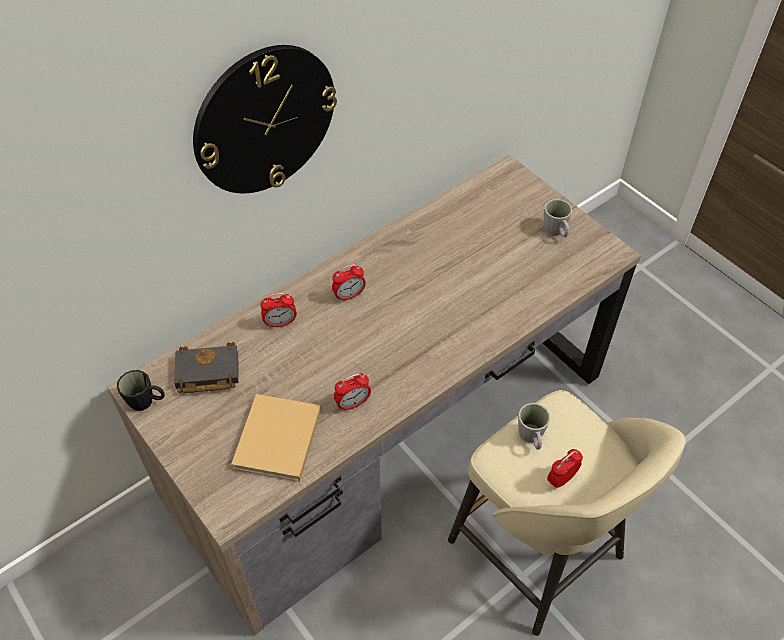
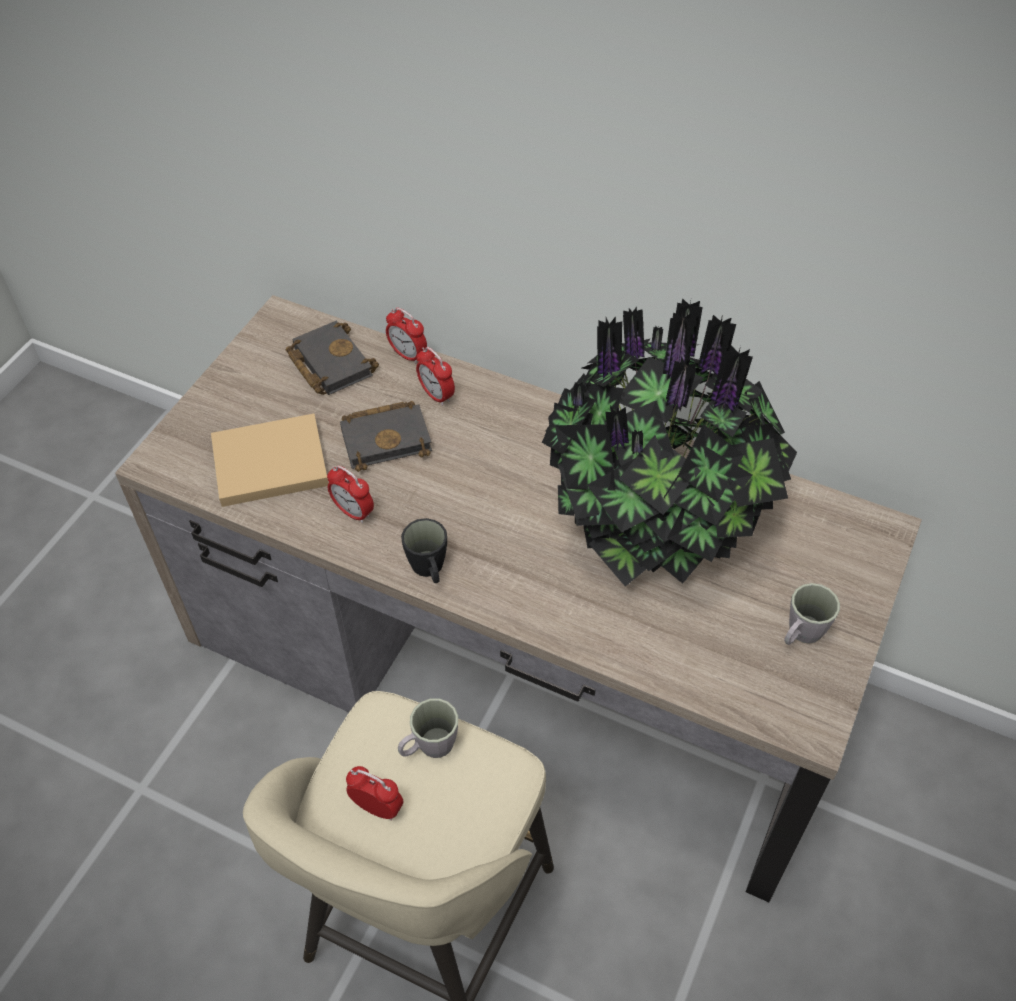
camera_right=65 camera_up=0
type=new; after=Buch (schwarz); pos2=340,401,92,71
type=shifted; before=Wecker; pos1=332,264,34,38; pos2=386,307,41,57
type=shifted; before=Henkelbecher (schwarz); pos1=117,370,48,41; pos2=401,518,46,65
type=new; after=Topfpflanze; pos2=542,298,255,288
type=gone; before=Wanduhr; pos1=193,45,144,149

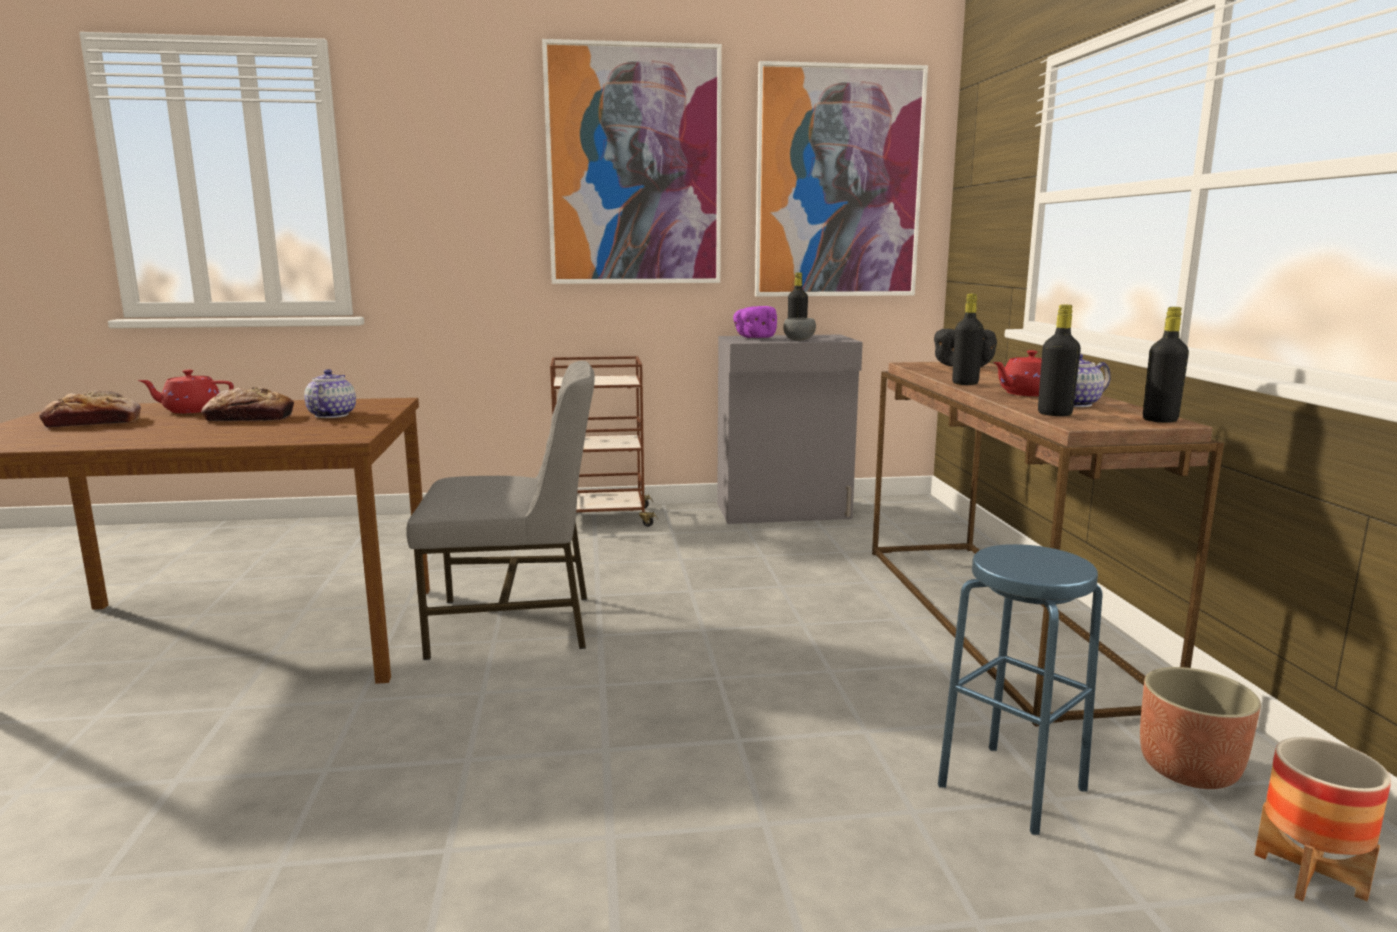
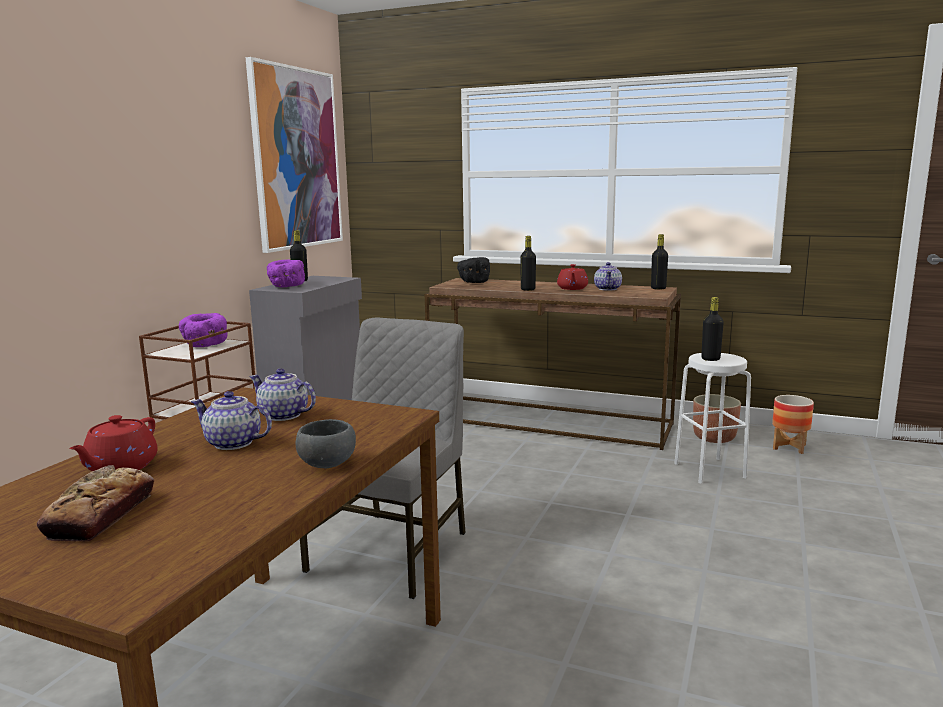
camera_right=-60 camera_up=0
type=new; after=Schüssel (lila); pos2=179,313,49,34
type=swapped; before=Brot; after=Teekanne; pos1=201,387,93,34; pos2=191,391,81,59
type=shifted; before=Schüssel (grau); pos1=783,318,33,23; pos2=296,419,60,49
type=repainted; before=Hocker (blau); after=Hocker (weiß); pos1=938,544,164,291; pos2=674,353,77,131
type=shifted; before=Flasche (schwarz); pos1=1038,305,43,111; pos2=701,297,23,64
type=gone; before=Bild; pos1=542,39,180,245

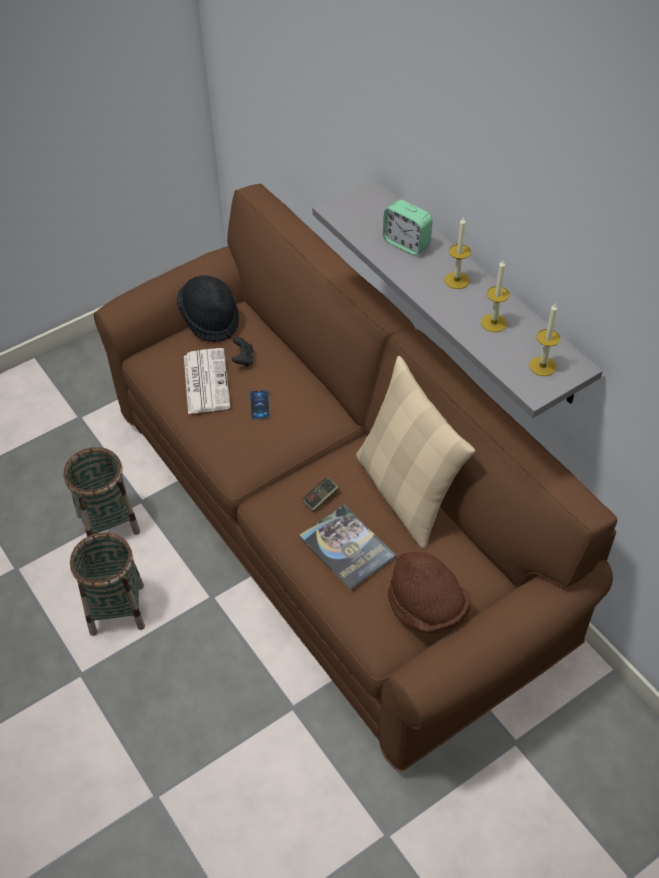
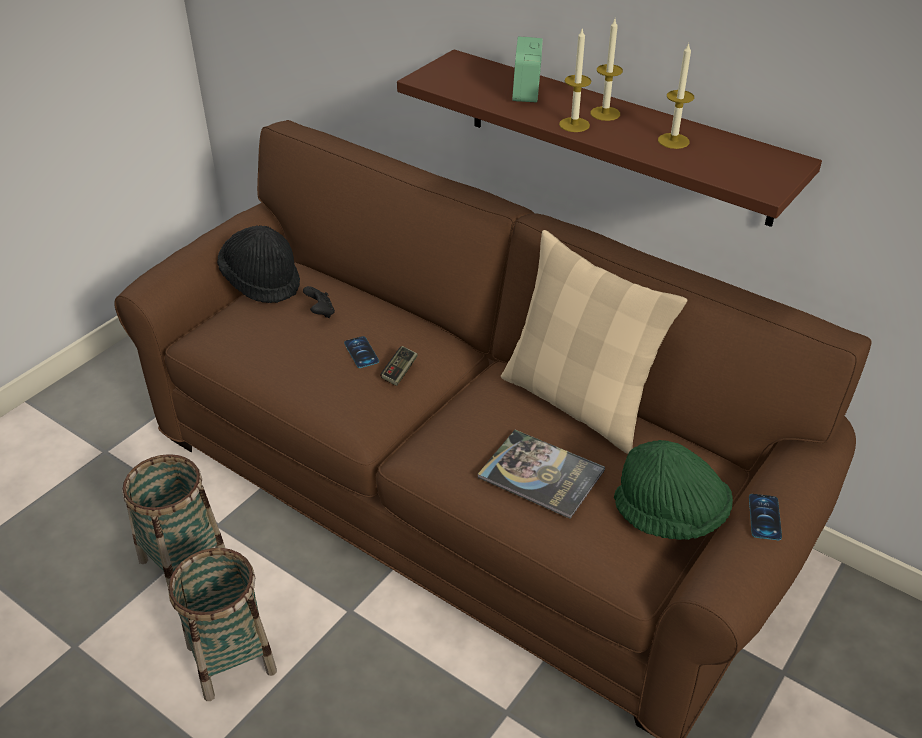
camera_right=-20 camera_up=-10
type=shifted; before=Gamepad; pos1=302,477,37,35; pos2=381,346,37,40
type=repainted; before=Wandregal (grau); after=Wandregal (braun); pos1=312,179,291,239; pos2=397,49,425,178
type=rotated; before=Wecker; pos1=383,199,50,56; pos2=512,37,31,65; turn=75
type=shifted; before=Kerze; pos1=529,304,31,72; pos2=559,27,33,105
type=repainted; before=Hut (braun); after=Hut (grün); pos1=388,552,83,82; pos2=614,440,119,100
type=new; after=Handy; pos2=749,494,33,46
type=gone; before=Zeitung; pos1=184,348,47,66

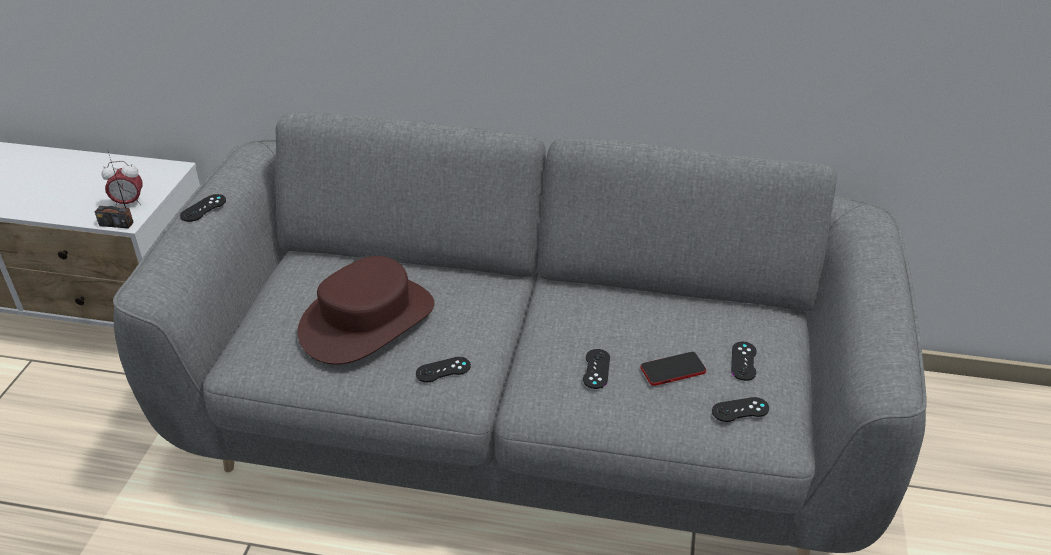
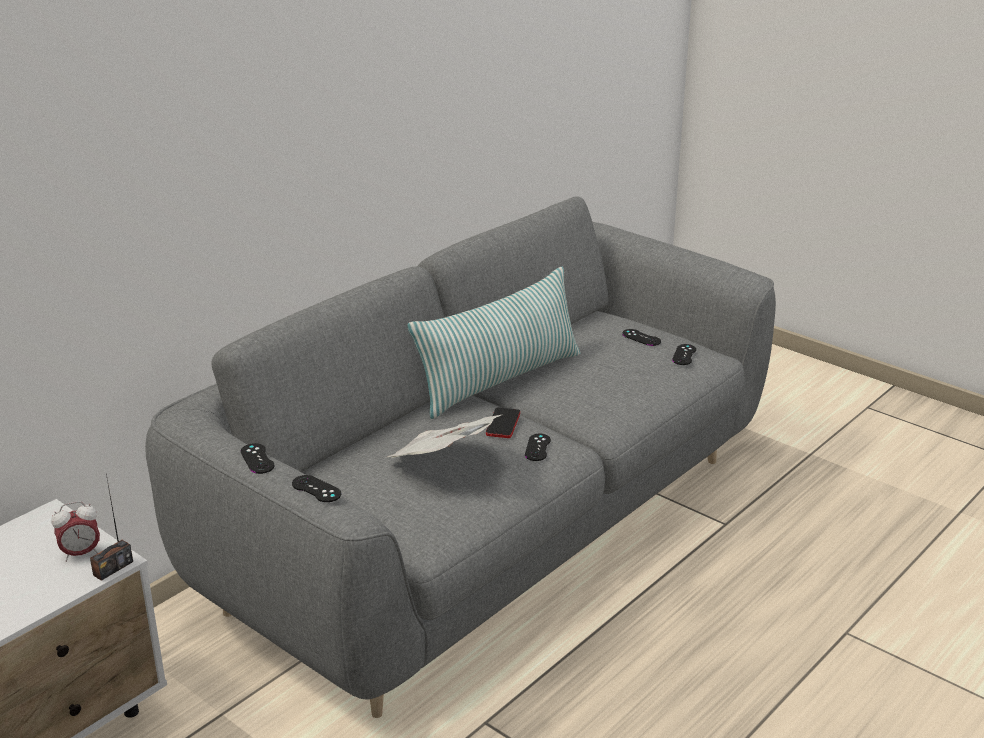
camera_right=-60 camera_up=-10
type=rotated; before=Wecker; pos1=102,161,41,46; pos2=51,501,49,61; turn=45
type=shifted; before=Gamepad (schwarz); pos1=583,349,27,40; pos2=292,475,49,27
type=swapped; before=Hut (braun); after=Zeitung; pos1=297,256,137,109; pos2=386,415,115,43
type=new; after=Kissen; pos2=408,267,173,152
type=shifted; before=Handy; pos1=640,352,66,34; pos2=486,407,34,31

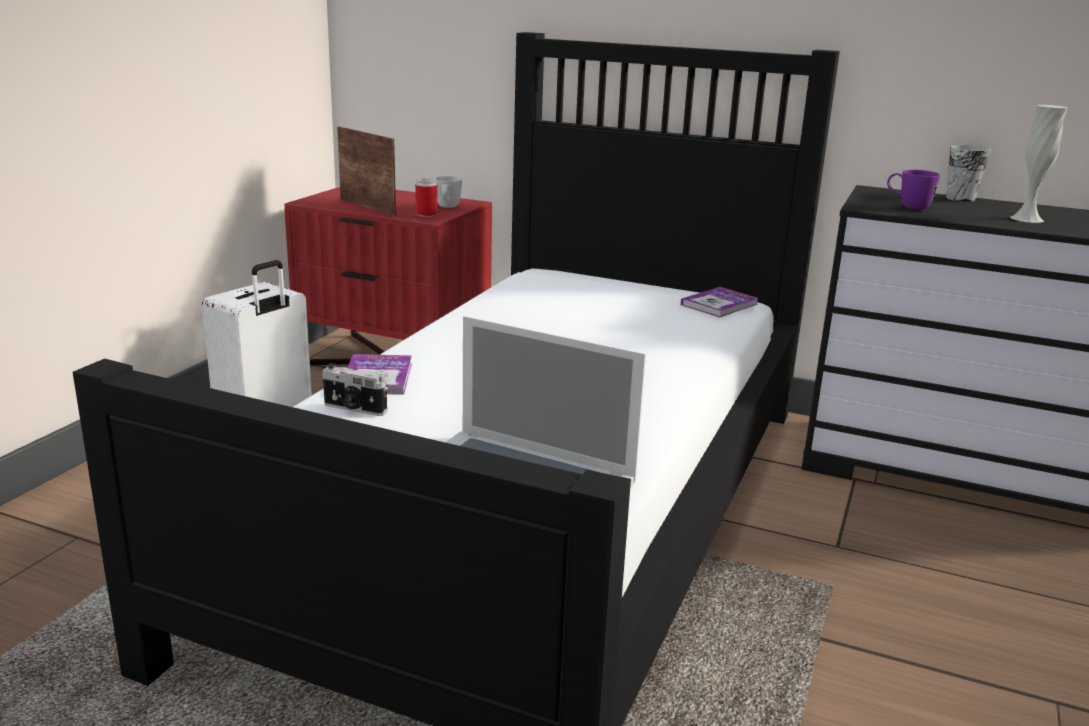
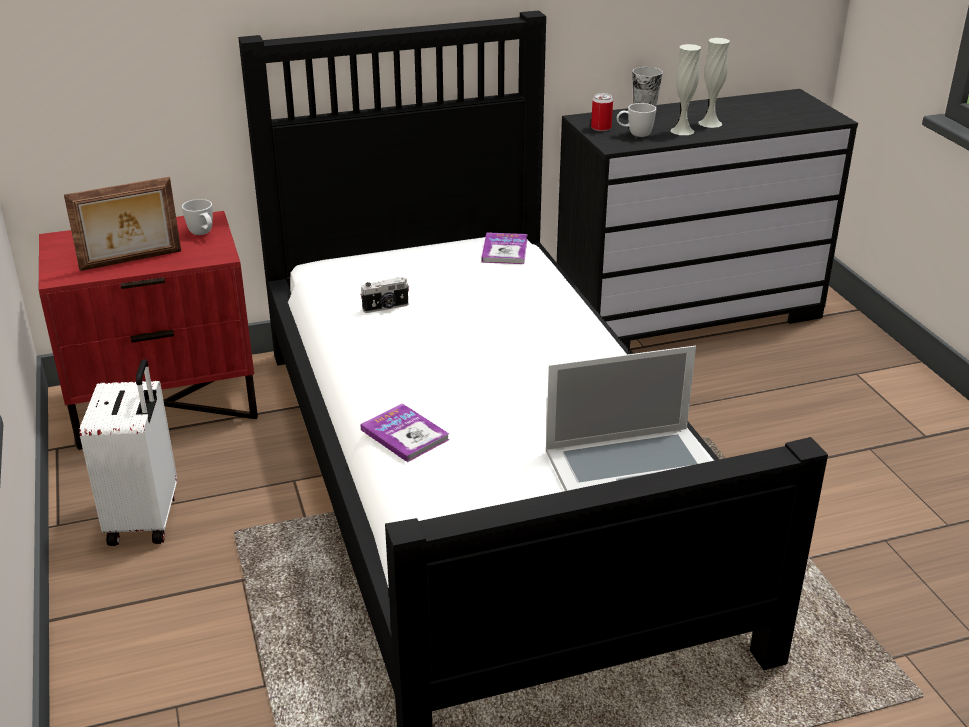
camera_right=-40 camera_up=10
type=rotated; before=Bilderrahmen; pos1=337,126,59,90; pos2=64,177,117,94; turn=150
type=shifted; before=Kamera; pos1=323,363,65,53; pos2=360,277,49,36
type=shifted; before=Dose; pos1=415,178,22,39; pos2=591,93,22,38
type=repainted; before=Henkelbecher (lila); after=Henkelbecher (weiß); pos1=887,170,53,40; pos2=617,103,39,34
type=new; after=Vase (weiß); pos2=670,44,31,91

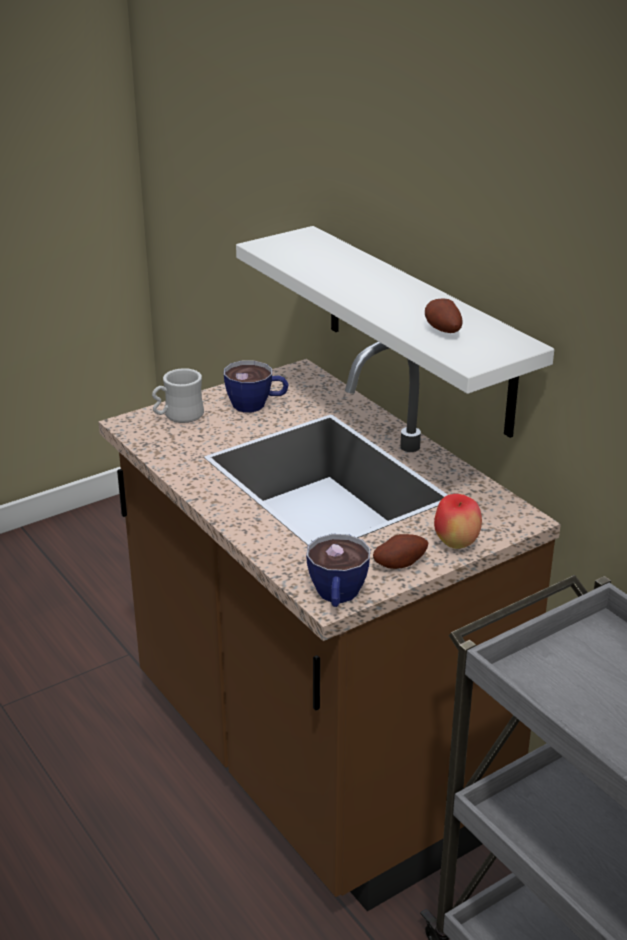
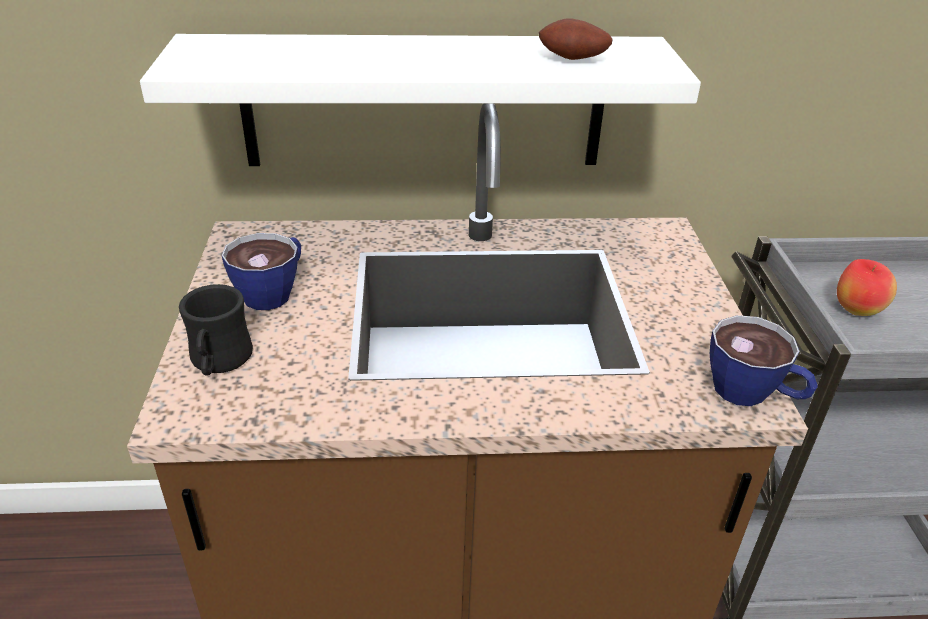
camera_right=-60 camera_up=5
type=repainted; before=Henkelbecher (weiß); after=Henkelbecher (schwarz); pos1=152,368,52,55; pos2=179,284,74,92
type=shifted; before=Apfel; pos1=434,494,48,55; pos2=837,259,60,57
type=gone; before=Kartoffel; pos1=373,534,55,35

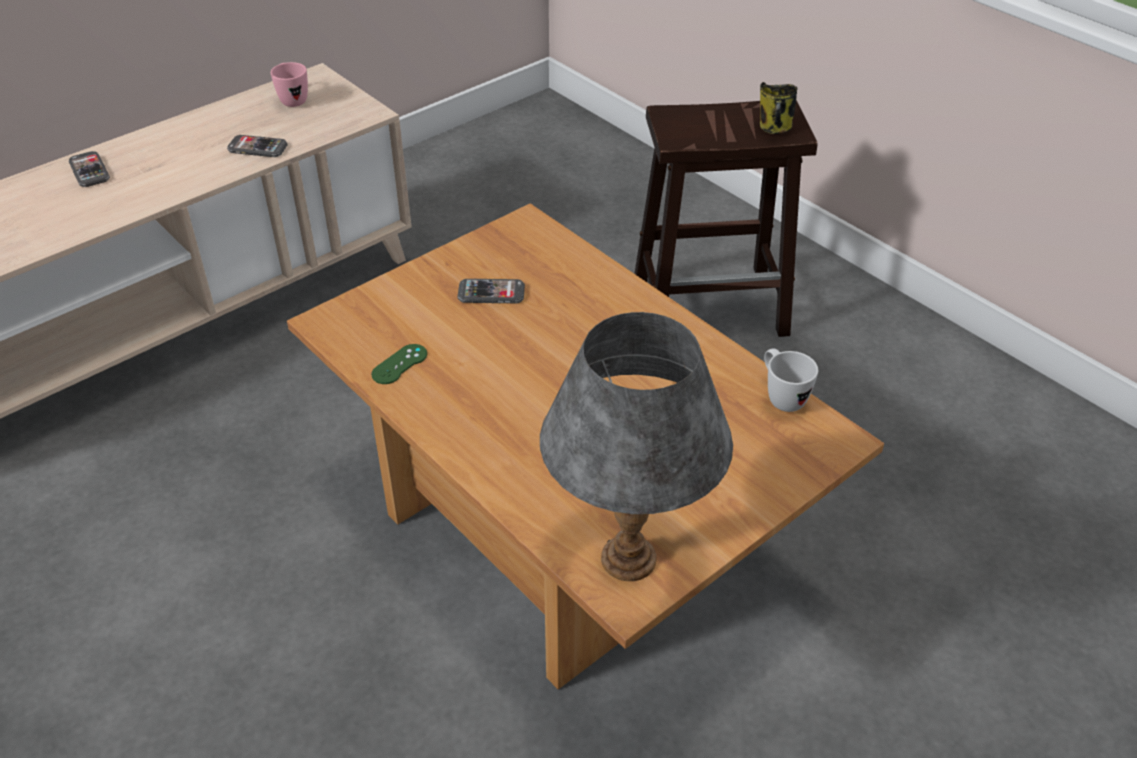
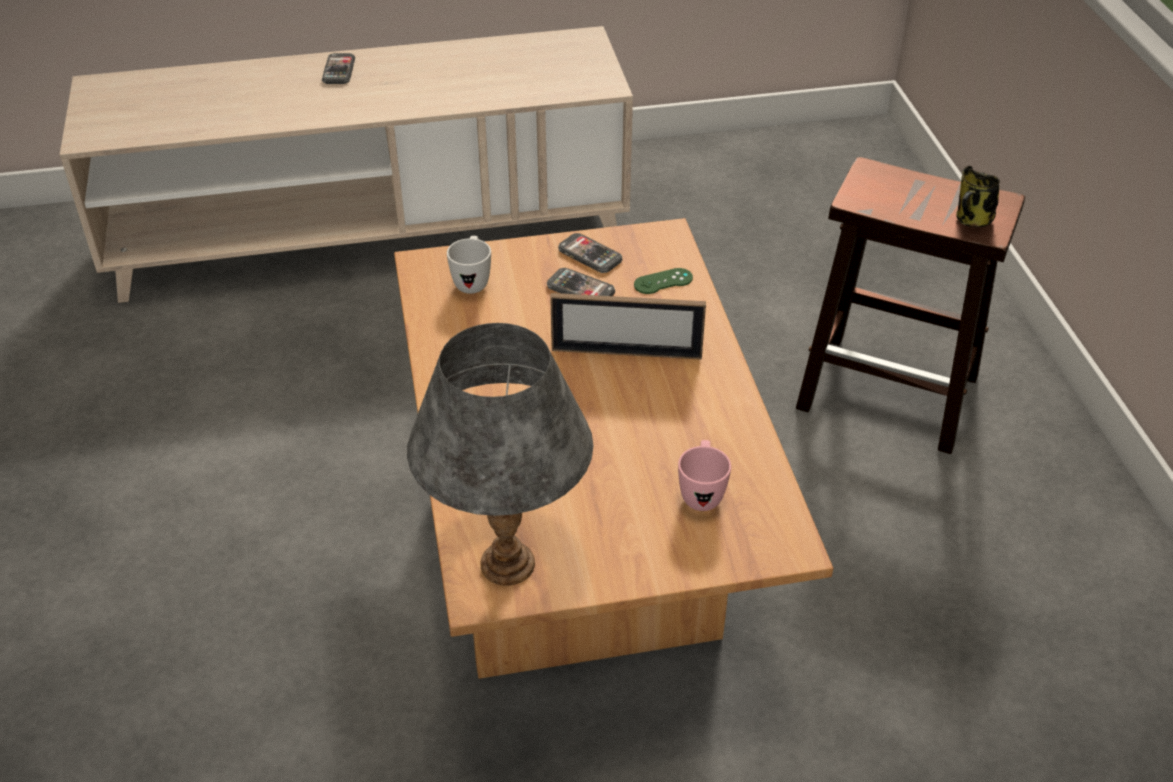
camera_right=30 camera_up=0
type=shifted; before=Henkelbecher (weiß); pos1=764,348,54,64; pos2=447,236,44,58
type=new; after=Bilderrahmen; pos2=550,293,156,67
type=shifted; before=Handy; pos1=227,135,60,22; pos2=558,233,64,40
type=shifted; before=Gamepad (grün); pos1=371,344,56,40; pos2=634,268,59,26
type=shifted; before=Henkelbecher (rosa); pos1=271,62,37,45; pos2=678,440,53,71

